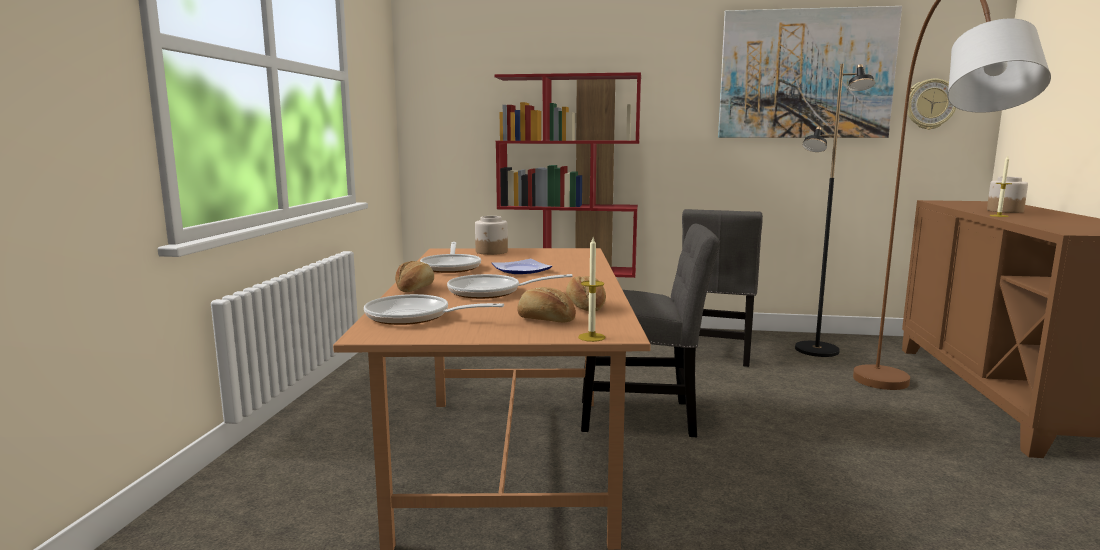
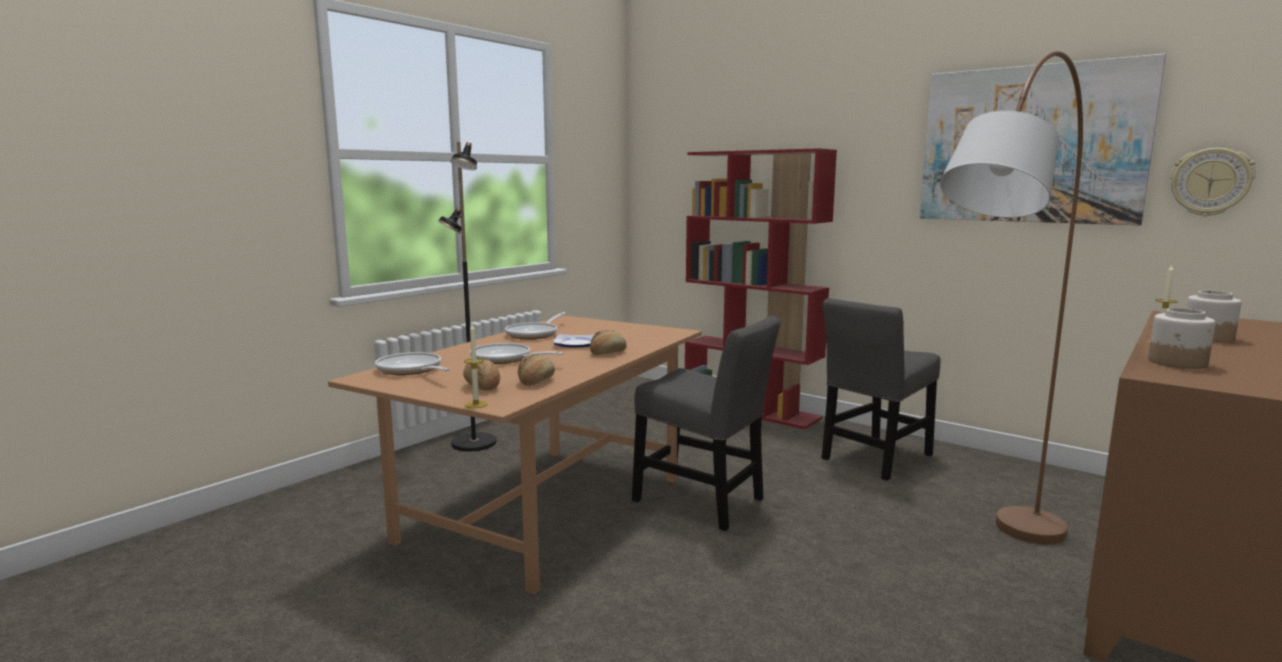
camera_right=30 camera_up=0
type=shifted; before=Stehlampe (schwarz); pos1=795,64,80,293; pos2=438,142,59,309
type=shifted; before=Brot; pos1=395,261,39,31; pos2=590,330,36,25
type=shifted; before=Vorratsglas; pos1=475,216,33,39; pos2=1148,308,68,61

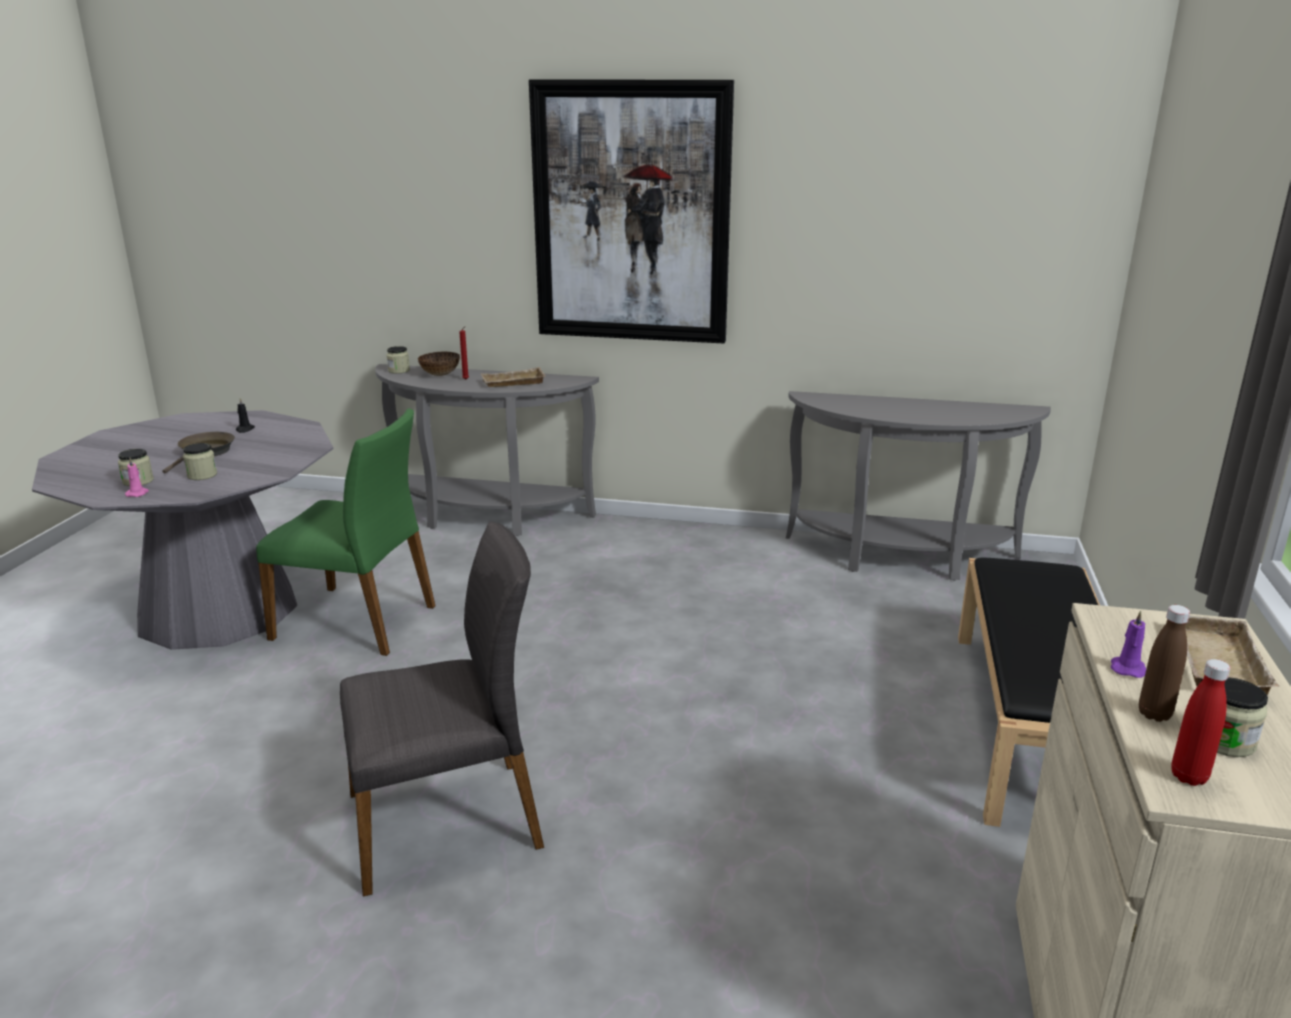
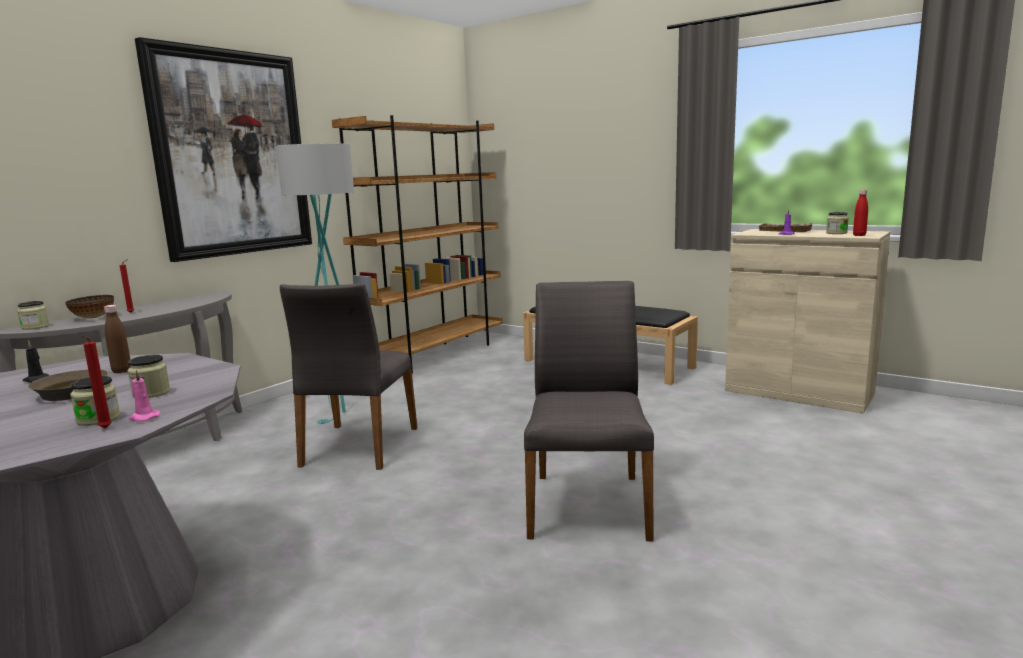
camera_right=-65 camera_up=-10
type=new; after=Kerze (rot); pos2=81,335,31,93
type=shifted; before=Flasche (braun); pos1=1139,605,51,117; pos2=104,305,27,68
type=new; after=Stehlampe (türkis); pos2=276,143,78,281
type=new; after=Stuhl (grau); pos2=280,283,137,187
type=swapped; before=Konsolentisch (grau); after=Bücherregal (braun); pos1=786,391,265,190; pos2=332,115,171,259
type=gone; before=Stuhl (grün); pos1=256,408,179,248
type=gone; before=Tablett (beige); pos1=480,367,65,20

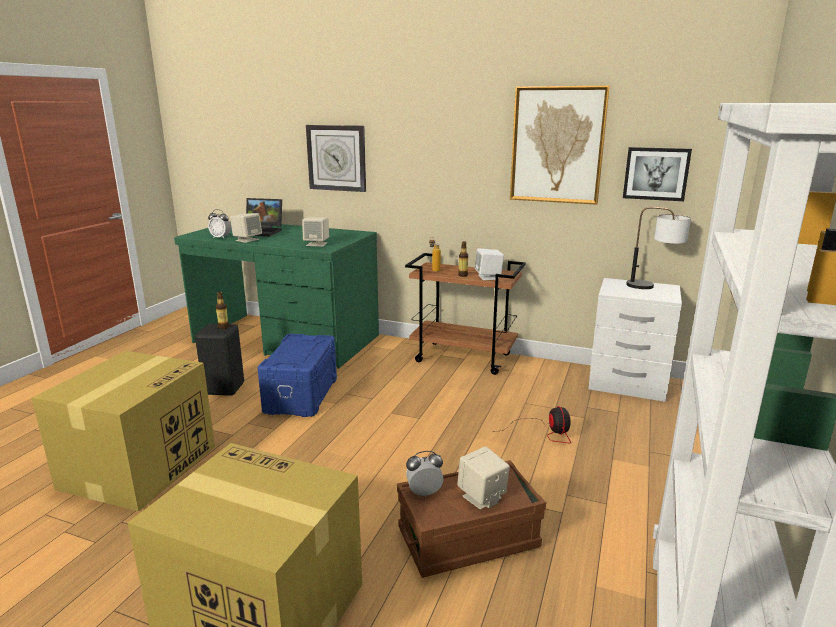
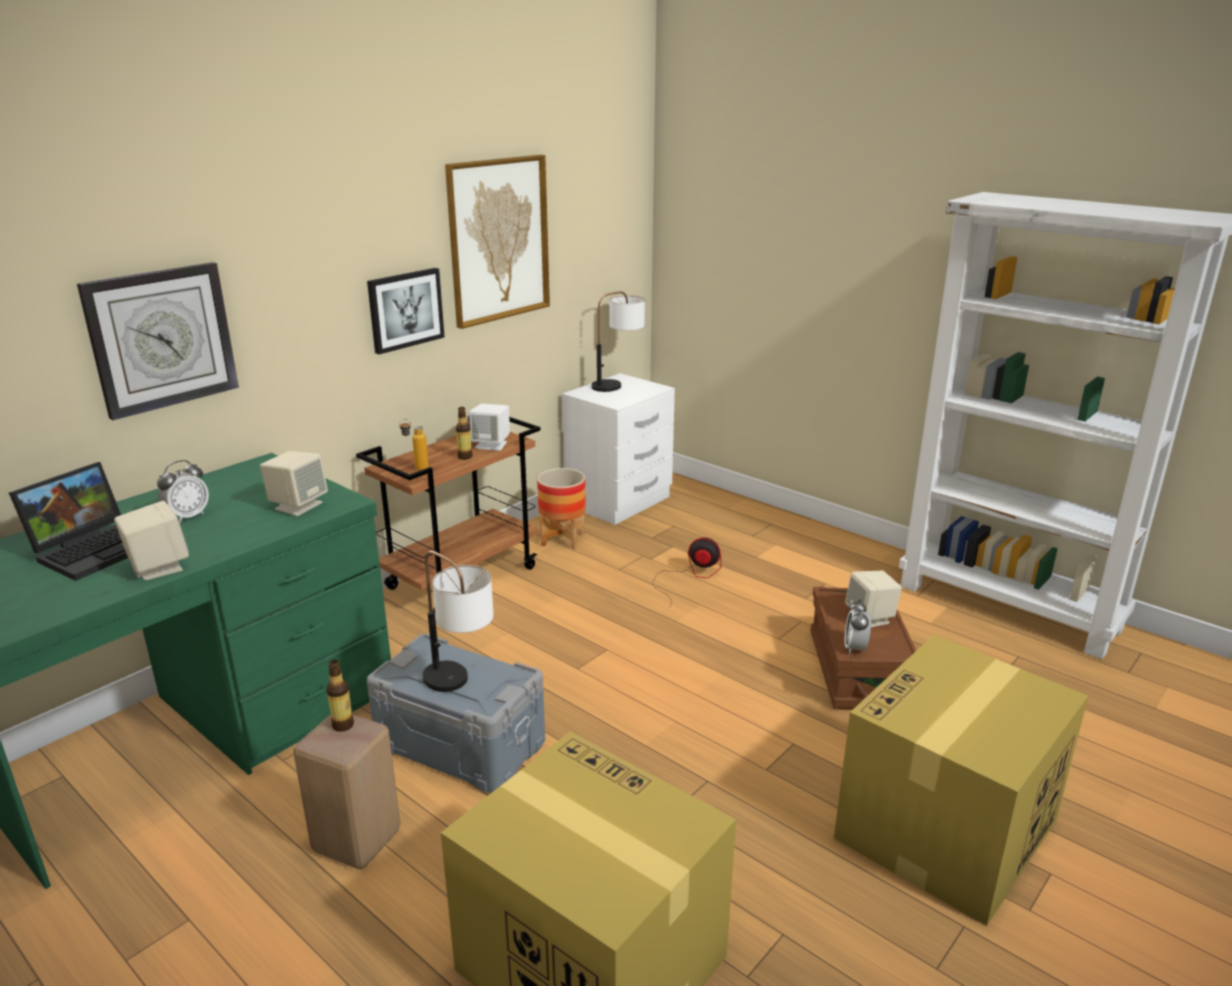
camera_right=-70 camera_up=5
type=shifted; before=Wecker; pos1=208,209,23,30; pos2=157,460,52,63
type=repainted; before=Hocker (schwarz); after=Hocker (beige); pos1=195,324,49,72; pos2=293,714,108,155
type=shifted; before=Bild; pos1=623,147,69,54; pos2=367,268,78,86
type=repainted; before=Aufbewahrungsbox (blau); after=Aufbewahrungsbox (grau); pos1=258,334,79,83; pos2=367,634,178,159
type=new; after=Tischlampe; pos2=422,551,72,141
type=new; after=Pflanzkübel; pos2=537,468,49,82

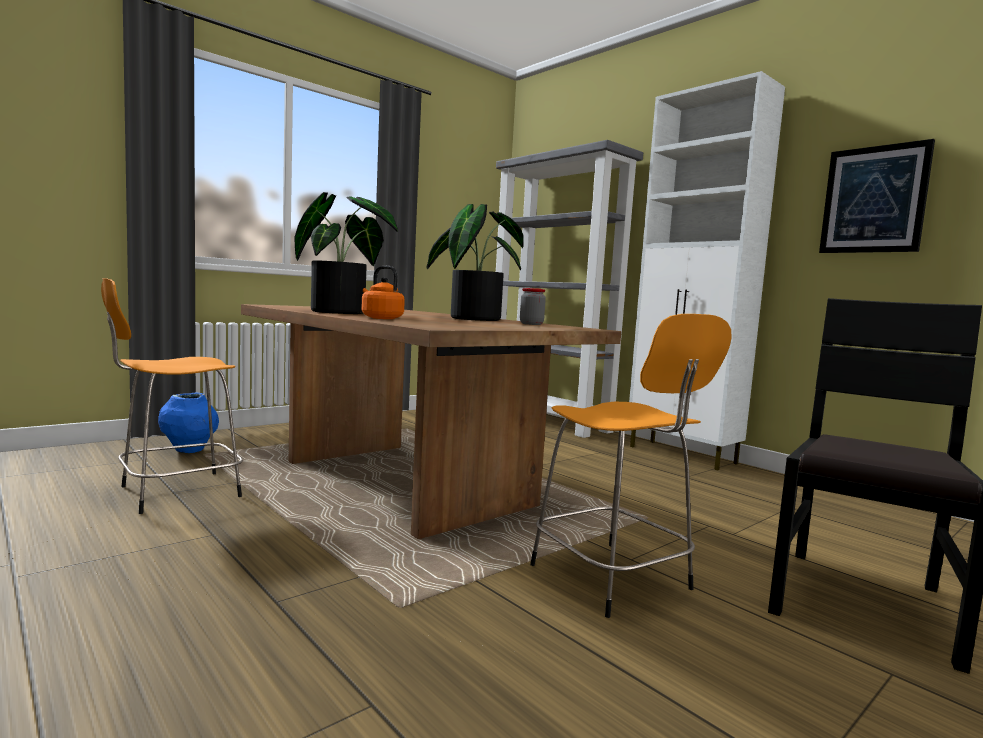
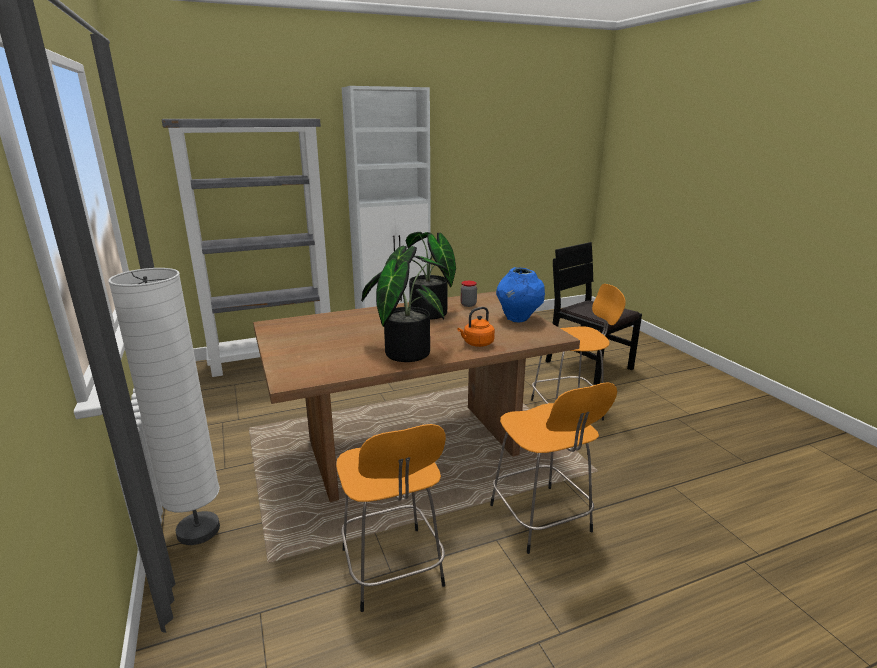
camera_right=-70 camera_up=15
type=new; after=Stehlampe (weiß); pos2=108,268,112,277
type=new; after=Hocker (orange); pos2=490,382,127,172
type=shifted; before=Vase (blau); pos1=158,393,61,60; pos2=496,267,49,55
type=gone; before=Bild; pos1=819,139,116,114

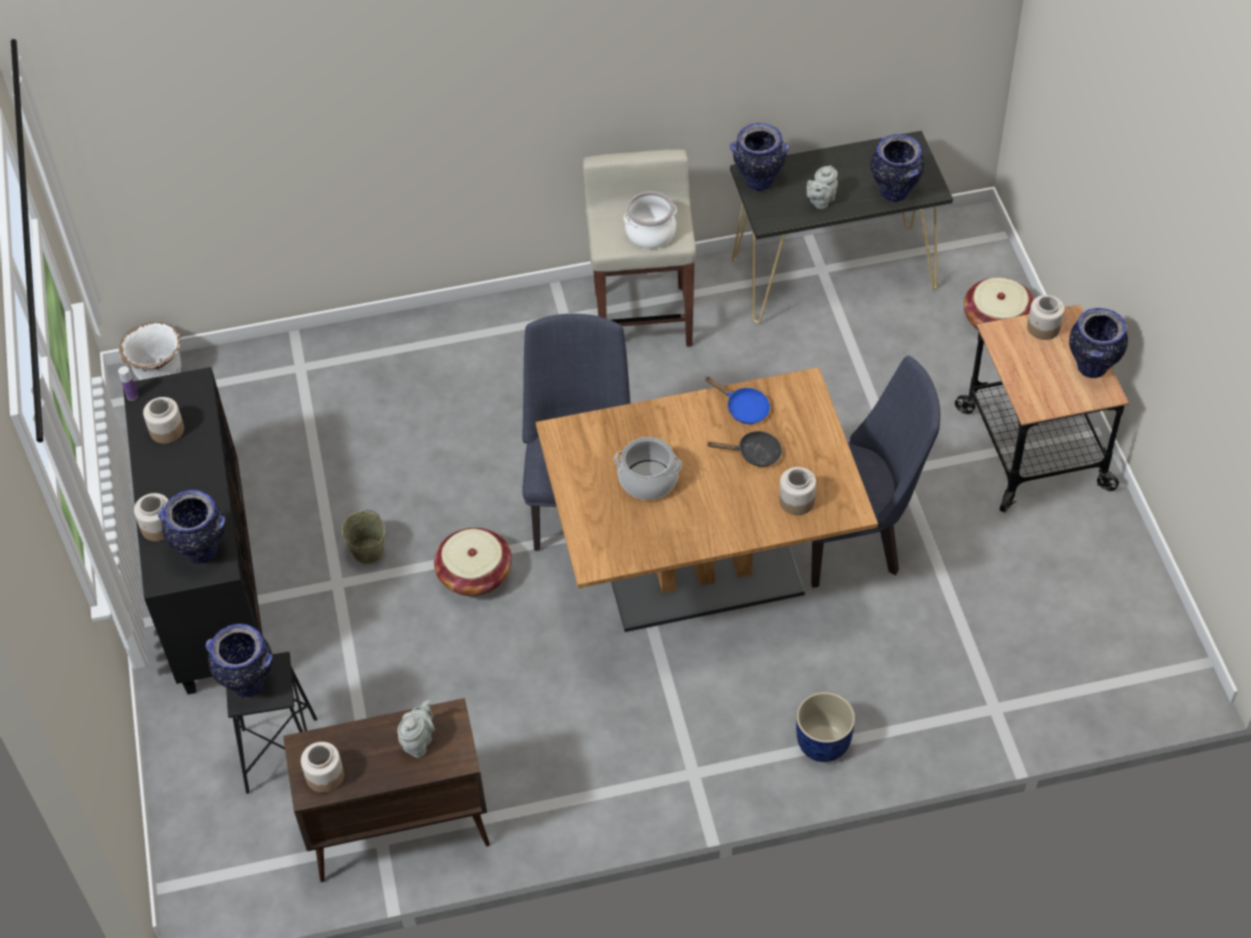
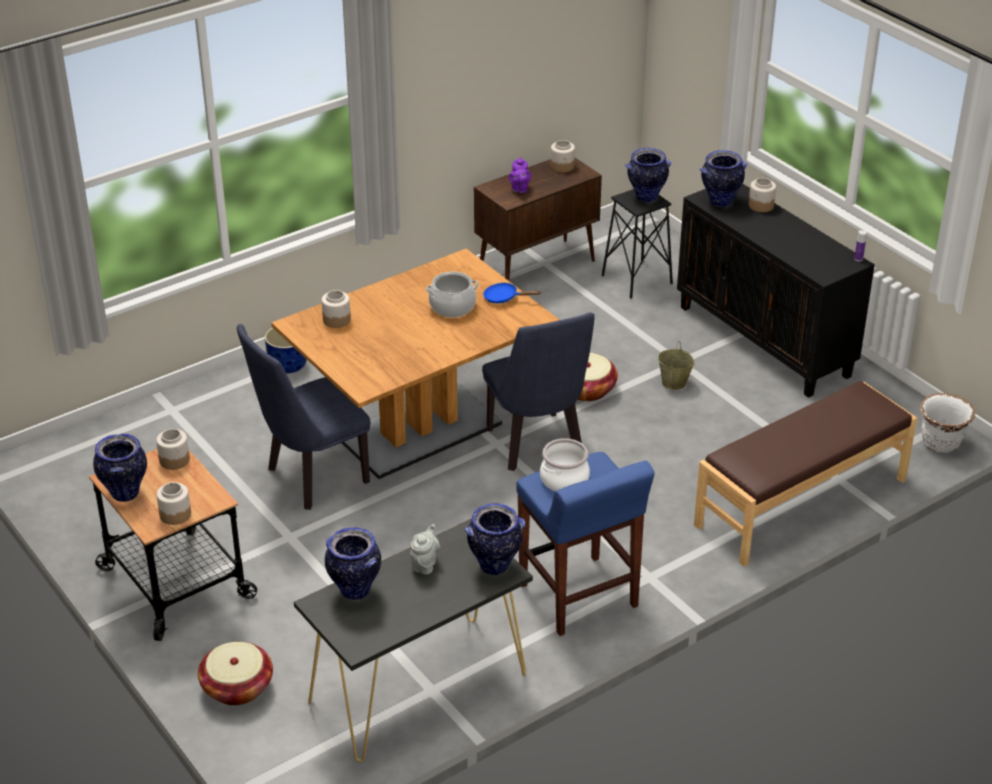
camera_right=155 camera_up=-15
type=shifted; before=Vorratsglas; pos1=143,397,41,47; pos2=156,429,34,41
type=shifted; before=Pfanne (blau); pos1=705,376,65,48; pos2=483,283,58,20
type=repainted; before=Teekanne (grau); after=Teekanne (lila); pos1=397,700,38,58; pos2=509,157,22,36
type=repainted; before=Hocker (beige); after=Hocker (blau); pos1=583,149,113,198; pos2=516,452,139,184
type=new; after=Bank (braun); pos2=694,381,223,186
type=gone; before=Pfanne (schwarz); pos1=706,431,76,36

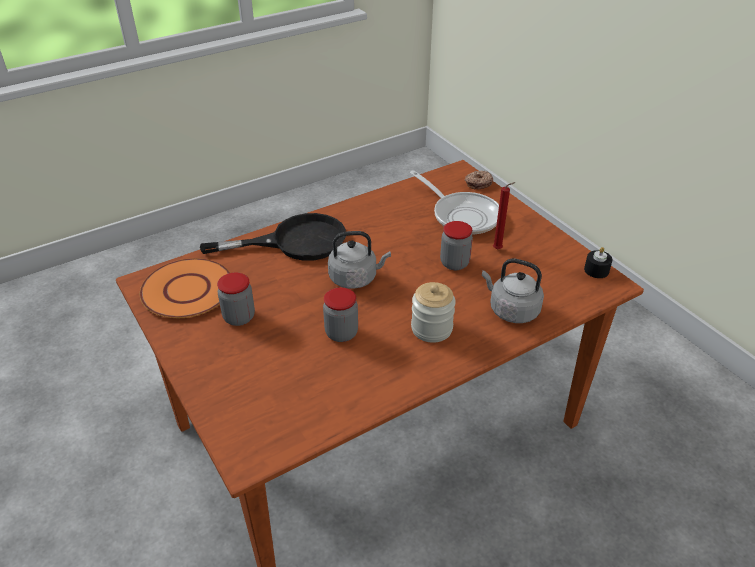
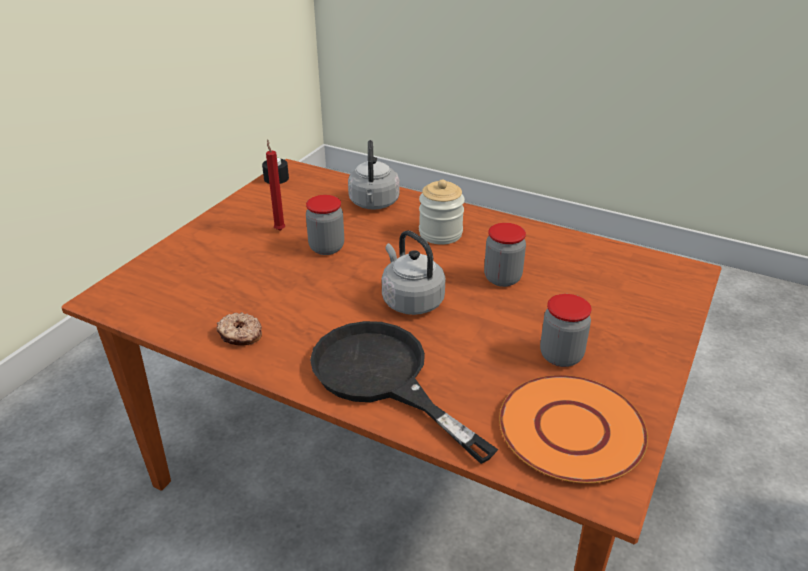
camera_right=-120 camera_up=-5
type=shifted; before=Donut; pos1=465,171,28,18; pos2=217,312,45,34
type=gone; before=Pfanne; pos1=410,170,89,65

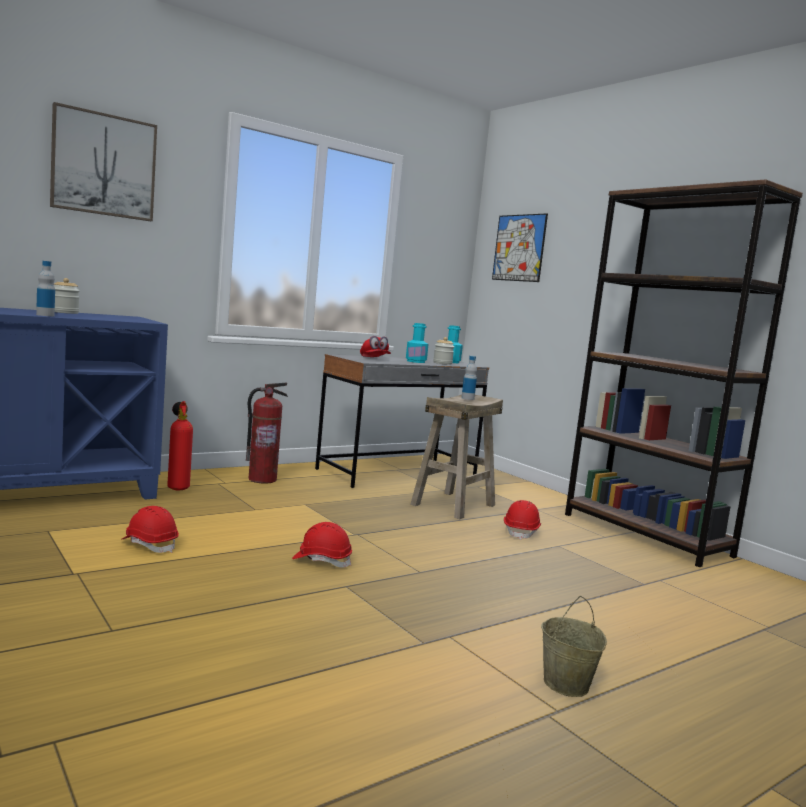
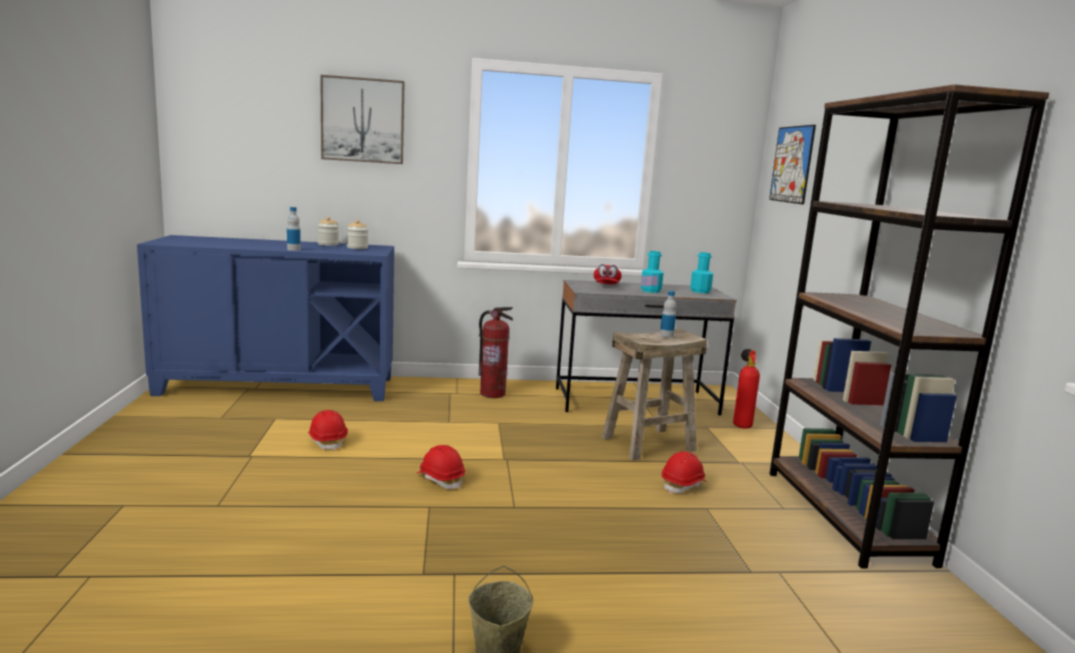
camera_right=30 camera_up=5
type=shifted; before=Vorratsglas; pos1=433,337,21,28; pos2=347,220,21,29
type=shifted; before=Feuerlöscher; pos1=167,401,26,89; pos2=733,349,27,80

